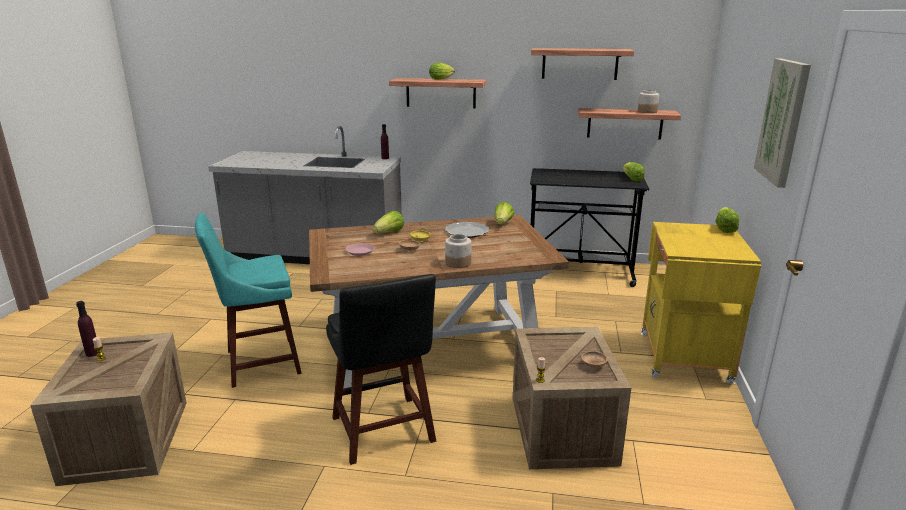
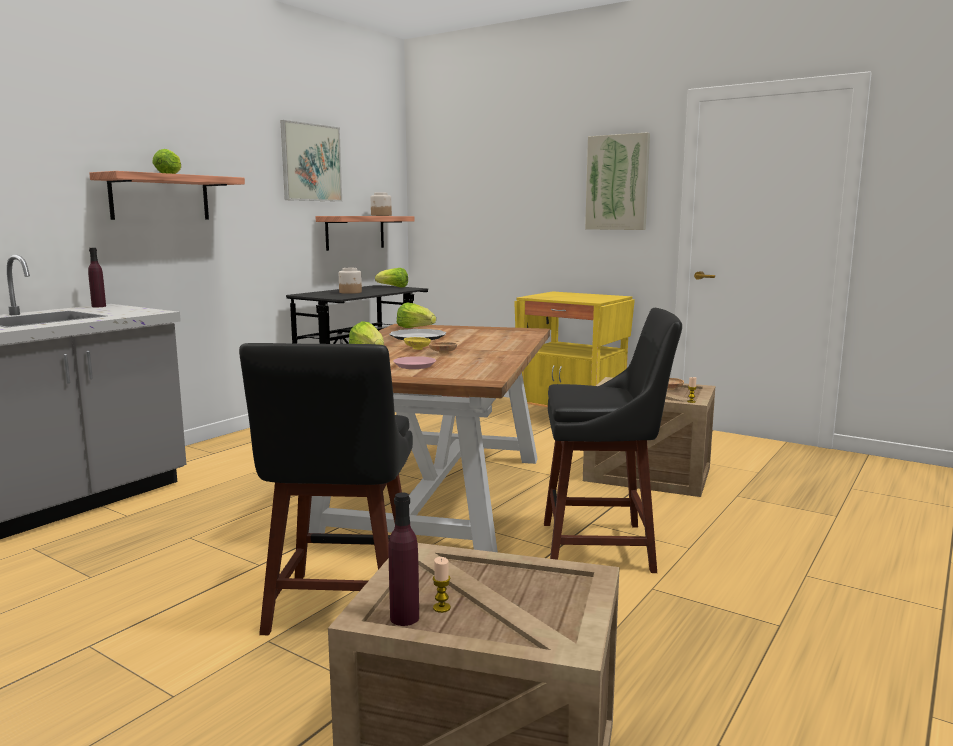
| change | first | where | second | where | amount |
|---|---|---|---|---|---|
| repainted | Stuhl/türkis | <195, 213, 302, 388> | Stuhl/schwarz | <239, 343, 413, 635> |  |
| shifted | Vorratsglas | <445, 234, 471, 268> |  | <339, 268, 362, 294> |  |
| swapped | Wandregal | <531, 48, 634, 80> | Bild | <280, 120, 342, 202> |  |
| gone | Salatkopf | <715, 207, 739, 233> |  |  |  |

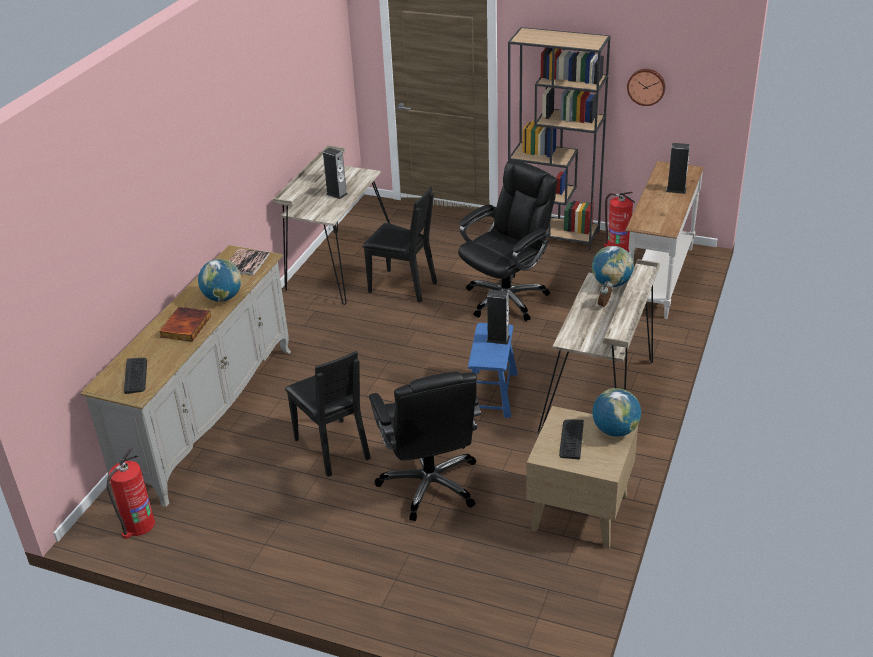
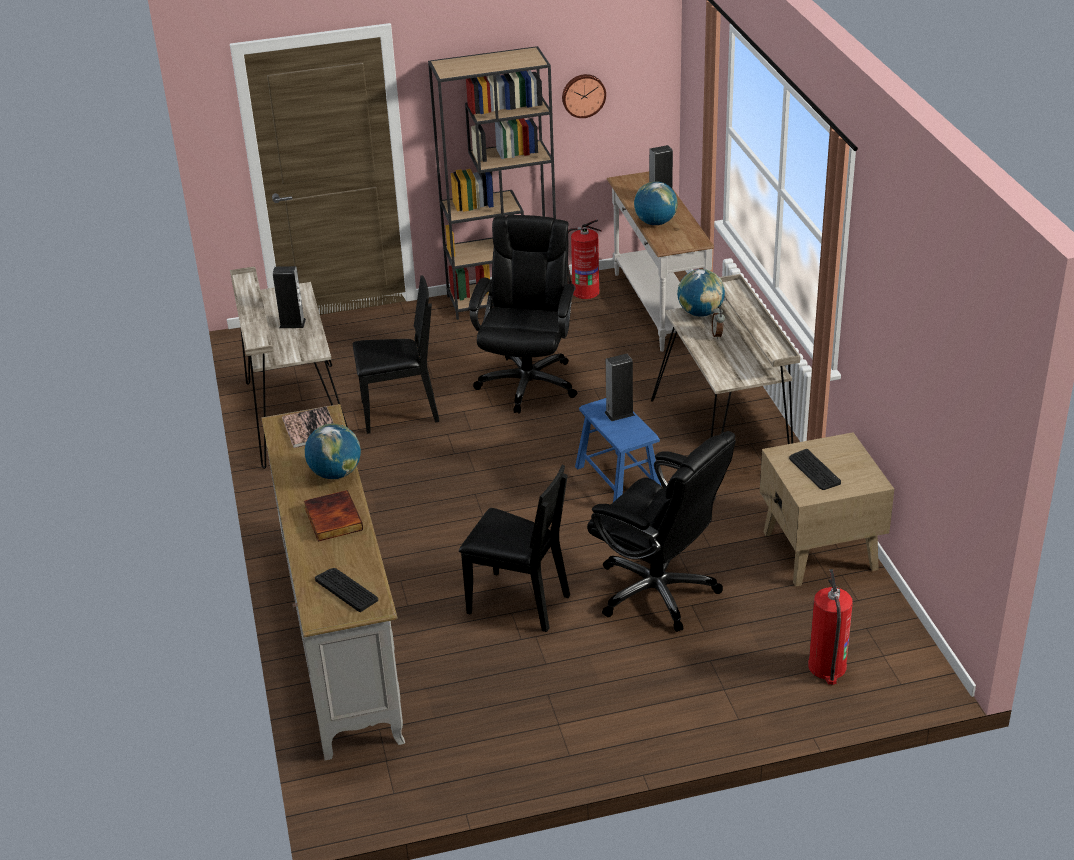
| change | first | where | second | where | amount |
|---|---|---|---|---|---|
| shifted | Feuerlöscher | <106, 447, 155, 539> |  | <808, 569, 853, 685> |  |
| shifted | Globus | <592, 388, 641, 437> |  | <634, 182, 678, 225> |  |

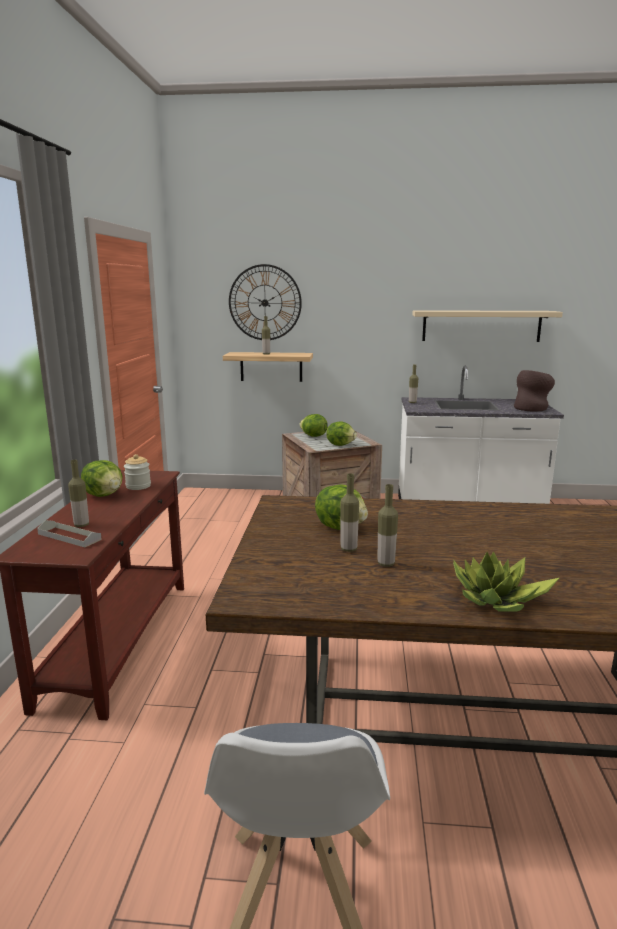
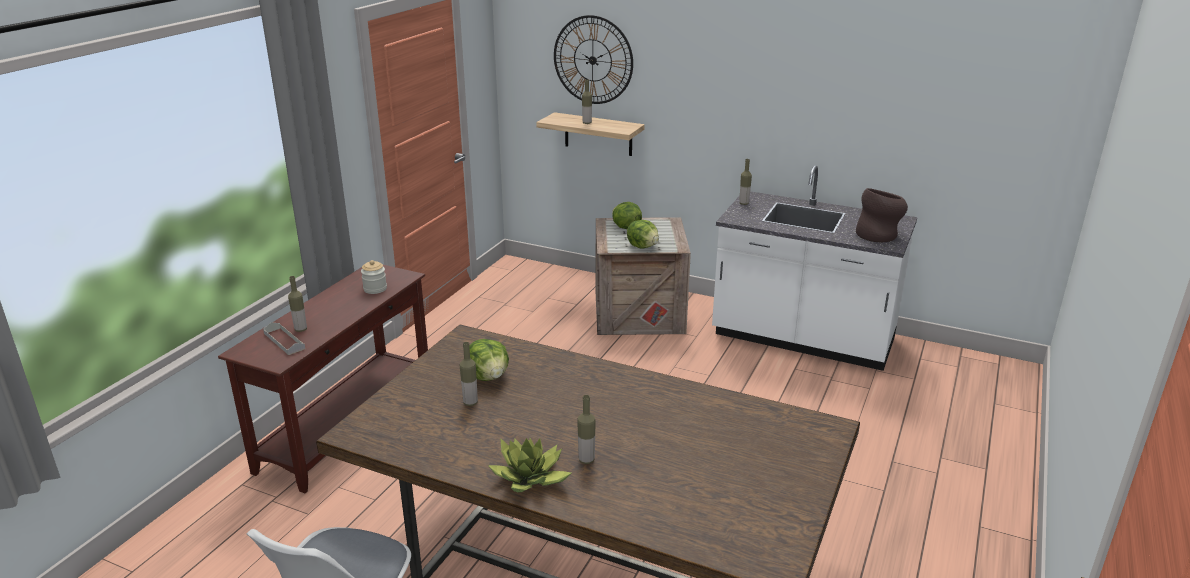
| change | first | where | second | where | amount |
|---|---|---|---|---|---|
| gone | Salatkopf | <81, 460, 123, 497> |  |  |  |
| shifted | Flasche | <377, 484, 398, 567> |  | <577, 395, 596, 464> |  |
| gone | Wandregal/beige | <412, 310, 563, 342> |  |  |  |

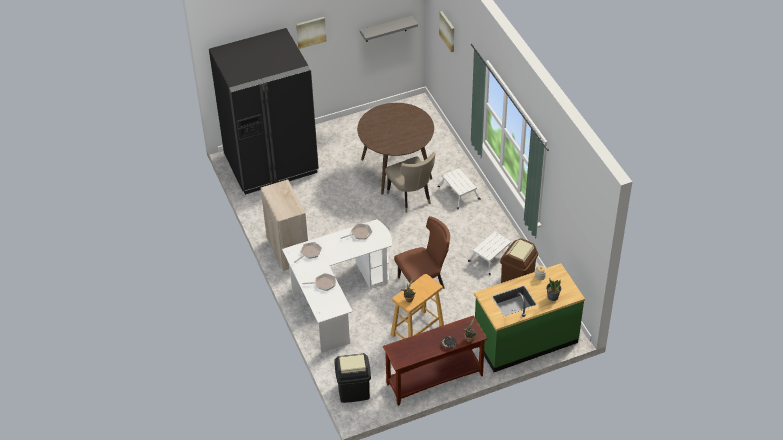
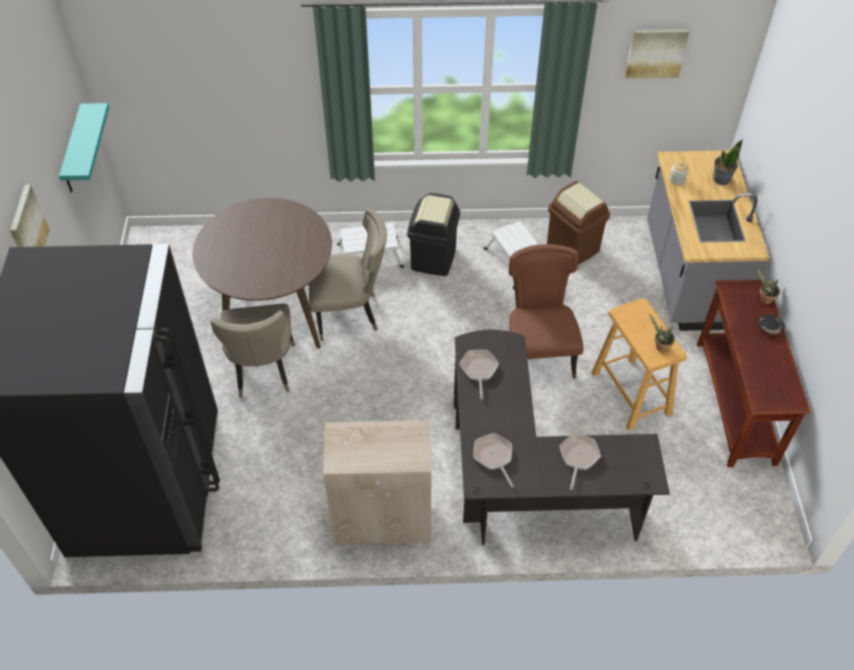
| change | first | where | second | where | amount |
|---|---|---|---|---|---|
| repainted | Schreibtisch/weiß | <282, 219, 392, 353> | Schreibtisch/schwarz | <454, 330, 670, 545> |  |
| shifted | Mülleimer/schwarz | <334, 353, 371, 403> |  | <407, 193, 460, 276> |  |
| repainted | Wandregal/grau | <360, 16, 418, 42> | Wandregal/türkis | <59, 103, 109, 192> |  |
| shifted | Bild | <439, 11, 454, 52> |  | <625, 29, 689, 79> |  |
| repainted | Küchenzeile/grün | <474, 263, 585, 372> | Küchenzeile/grau | <647, 150, 769, 331> |  |
| new |  |  | Stuhl/beige | <210, 304, 295, 398> |  |

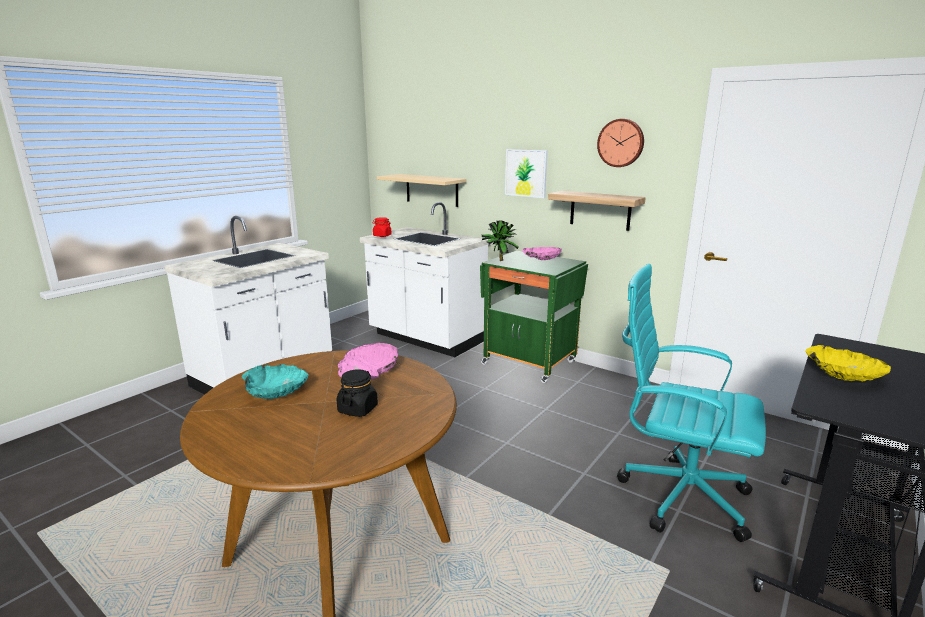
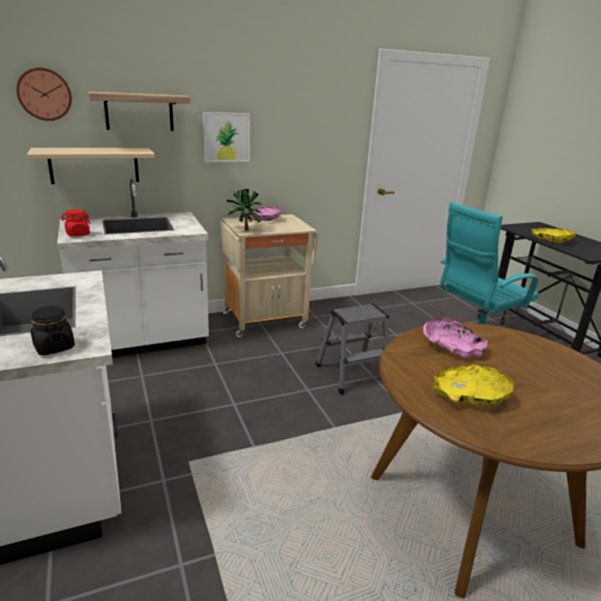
| change | first | where | second | where | amount |
|---|---|---|---|---|---|
| repainted | Schüssel/türkis | <242, 364, 309, 399> | Schüssel/gelb | <432, 364, 514, 406> |  |
| shifted | Vorratsglas/schwarz | <337, 369, 378, 417> |  | <31, 306, 75, 355> |  |
| repainted | Rollwagen/grün | <480, 251, 588, 383> | Rollwagen/beige | <220, 214, 319, 337> |  |
| shifted | Wandregal | <548, 191, 646, 231> |  | <88, 92, 190, 131> |  |
| shifted | Wanduhr | <597, 119, 644, 167> |  | <16, 68, 72, 121> |  |
| new |  |  | Trittleiter/grau | <315, 304, 389, 395> |  |

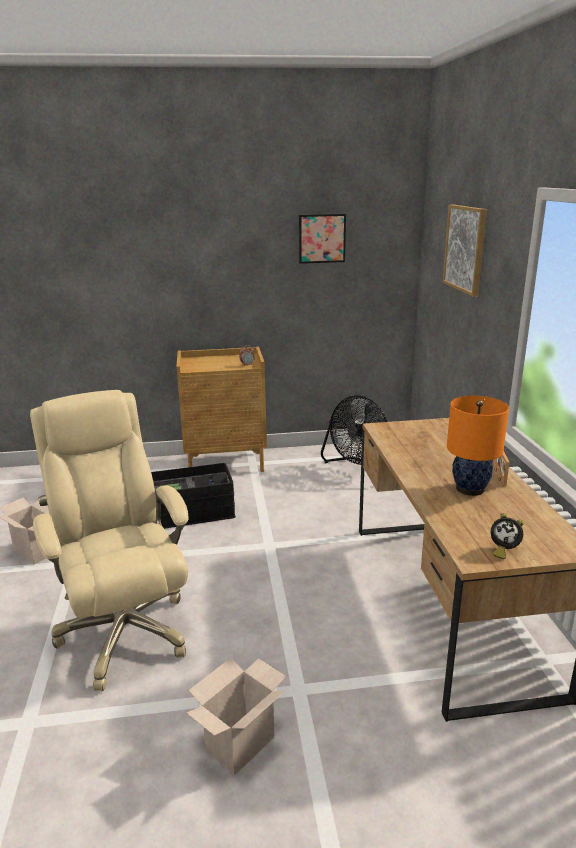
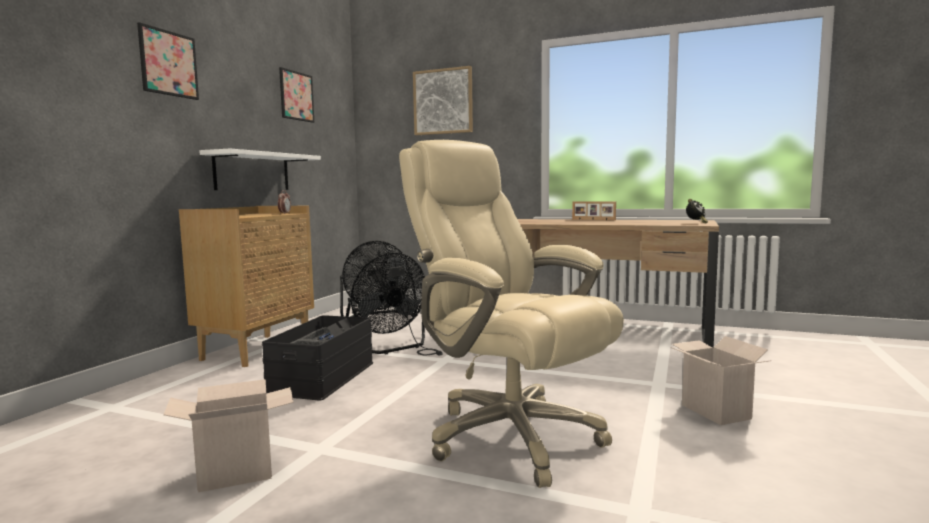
| change | first | where | second | where | amount |
|---|---|---|---|---|---|
| rotated | Bürostuhl/beige | <30, 390, 189, 691> |  | <399, 140, 624, 488> | 45 degrees clockwise |
| gone | Tischlampe/orange | <447, 396, 509, 496> |  |  |  |
| new |  |  | Bild | <137, 22, 199, 100> |  |
| new |  |  | Wandregal/weiß | <199, 149, 321, 190> |  |
| new |  |  | Ventilator/schwarz | <346, 253, 443, 356> |  |

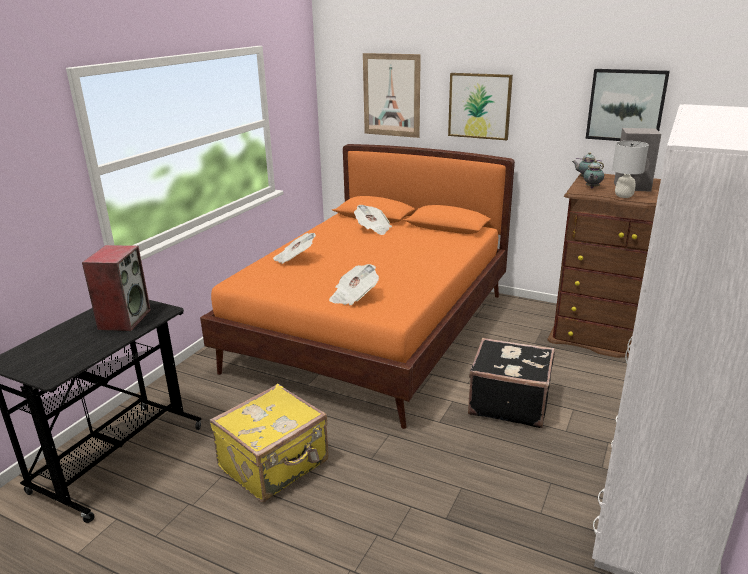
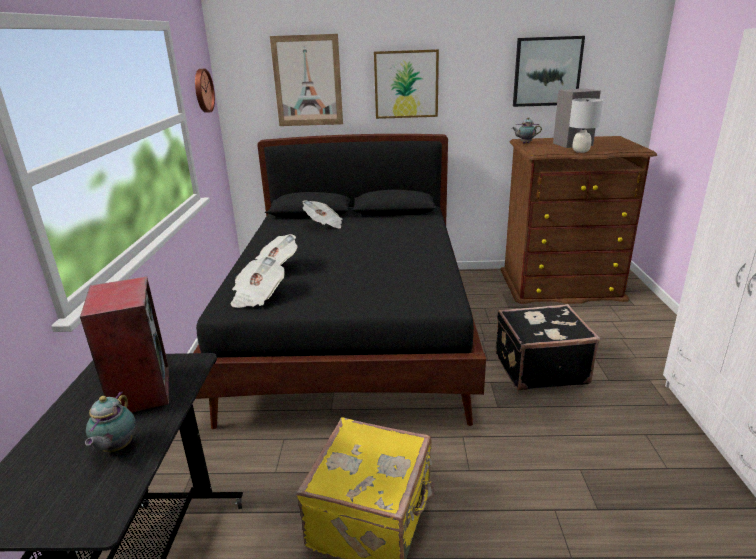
| change | first | where | second | where | amount |
|---|---|---|---|---|---|
| repainted | Bett/orange | <200, 144, 515, 429> | Bett/schwarz | <193, 134, 486, 429> |  |
| shifted | Zeitung | <329, 264, 379, 305> |  | <231, 256, 285, 308> |  |
| shifted | Teekanne | <583, 160, 604, 188> |  | <85, 392, 136, 452> |  |
| new |  |  | Wanduhr | <195, 69, 215, 113> |  |

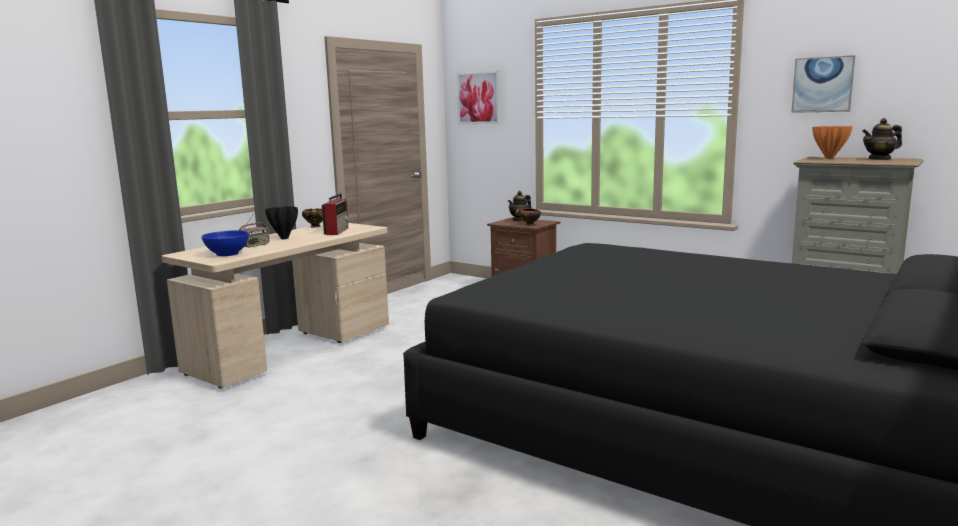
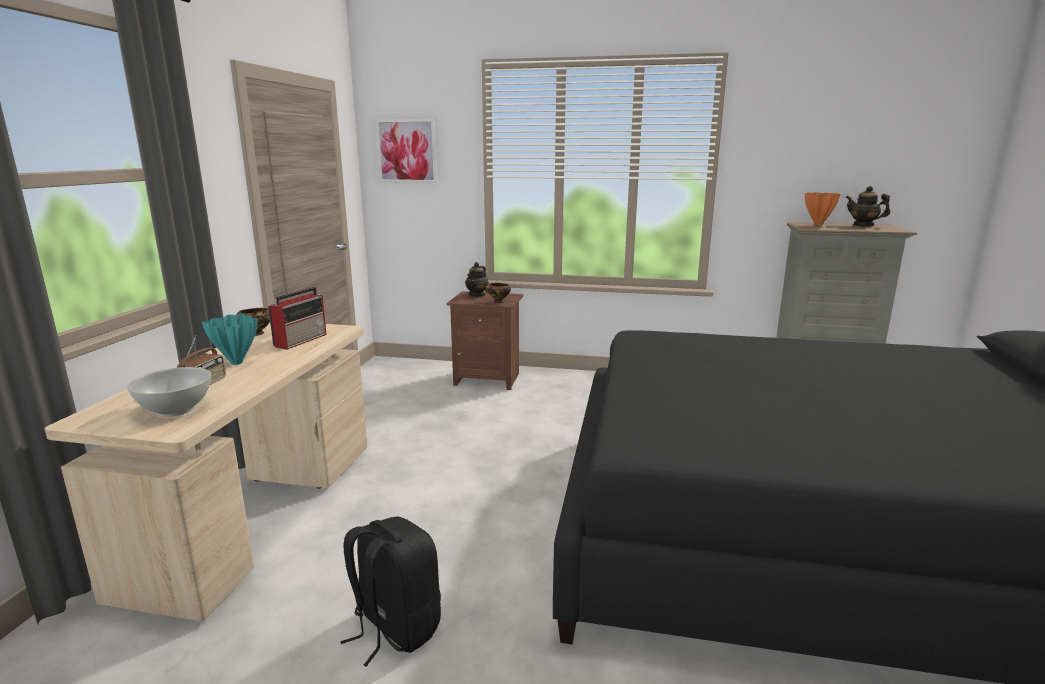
| change | first | where | second | where | amount |
|---|---|---|---|---|---|
| repainted | Schüssel/blau | <201, 230, 249, 256> | Schüssel/weiß | <127, 367, 212, 417> |  |
| repainted | Vase/schwarz | <265, 206, 298, 239> | Vase/türkis | <202, 313, 257, 365> |  |
| rotated | Radio | <322, 193, 348, 235> |  | <268, 287, 327, 350> | 45 degrees clockwise |
| gone | Bild | <791, 55, 855, 113> |  |  |  |
| rotated | Teekanne | <862, 118, 902, 160> |  | <846, 186, 890, 227> | 75 degrees clockwise |
| new |  |  | Rucksack/schwarz | <340, 517, 441, 667> |  |

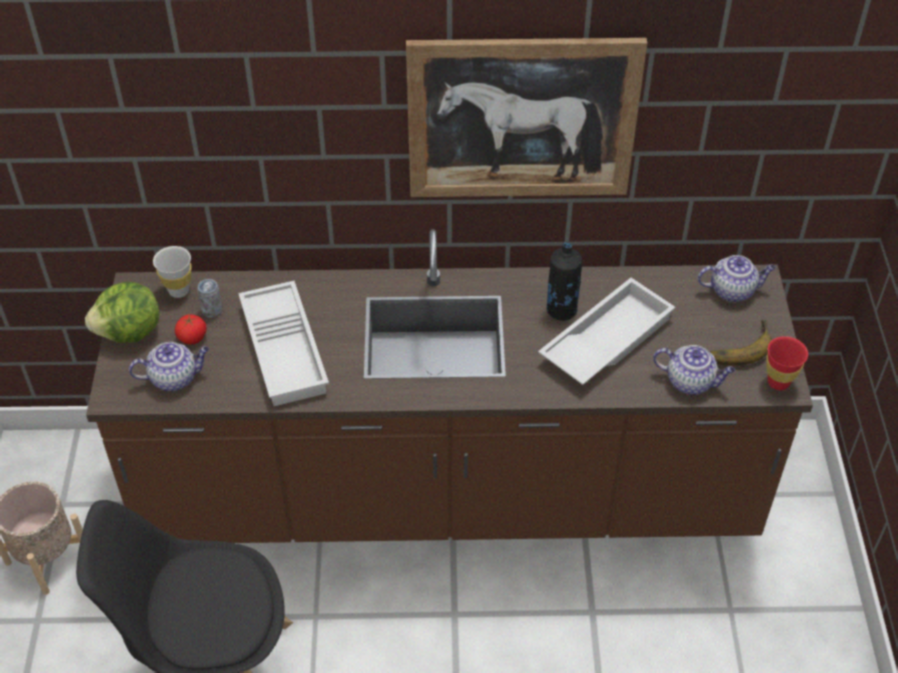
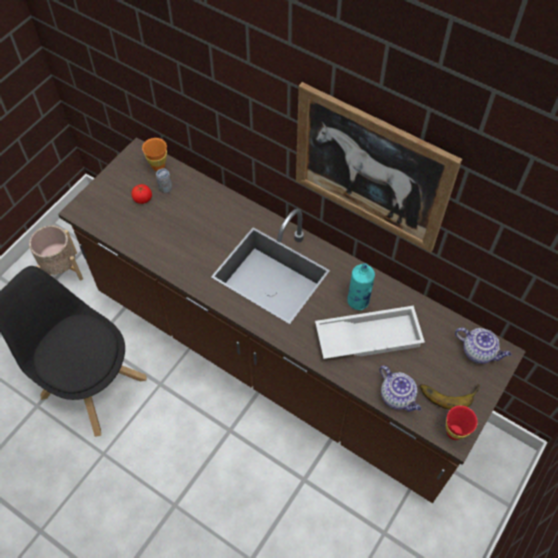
| change | first | where | second | where | amount |
|---|---|---|---|---|---|
| gone | Salatkopf | <85, 282, 159, 343> |  |  |  |
| gone | Teekanne | <129, 342, 209, 391> |  |  |  |
| repainted | Tasse/weiß | <153, 246, 192, 298> | Tasse/orange | <142, 138, 167, 171> |  |
| gone | Tablett/weiß | <238, 281, 329, 406> |  |  |  |
| repainted | Flasche/schwarz | <547, 241, 582, 320> | Flasche/türkis | <347, 263, 375, 310> |  |

